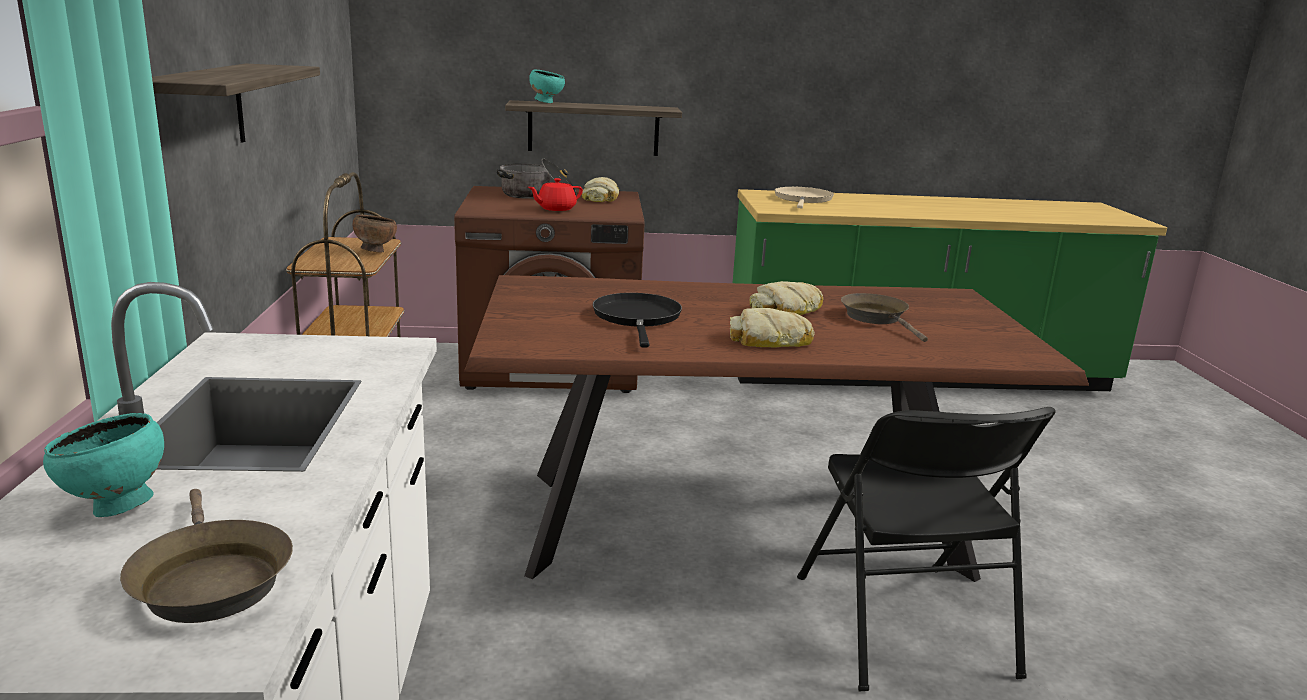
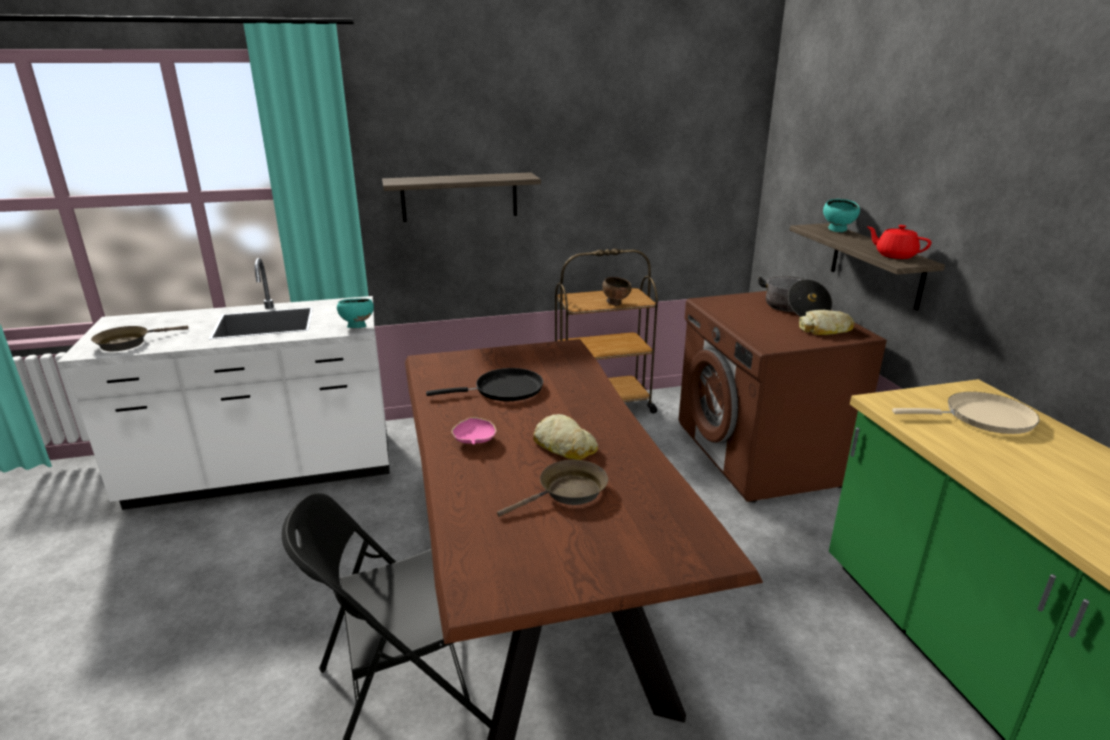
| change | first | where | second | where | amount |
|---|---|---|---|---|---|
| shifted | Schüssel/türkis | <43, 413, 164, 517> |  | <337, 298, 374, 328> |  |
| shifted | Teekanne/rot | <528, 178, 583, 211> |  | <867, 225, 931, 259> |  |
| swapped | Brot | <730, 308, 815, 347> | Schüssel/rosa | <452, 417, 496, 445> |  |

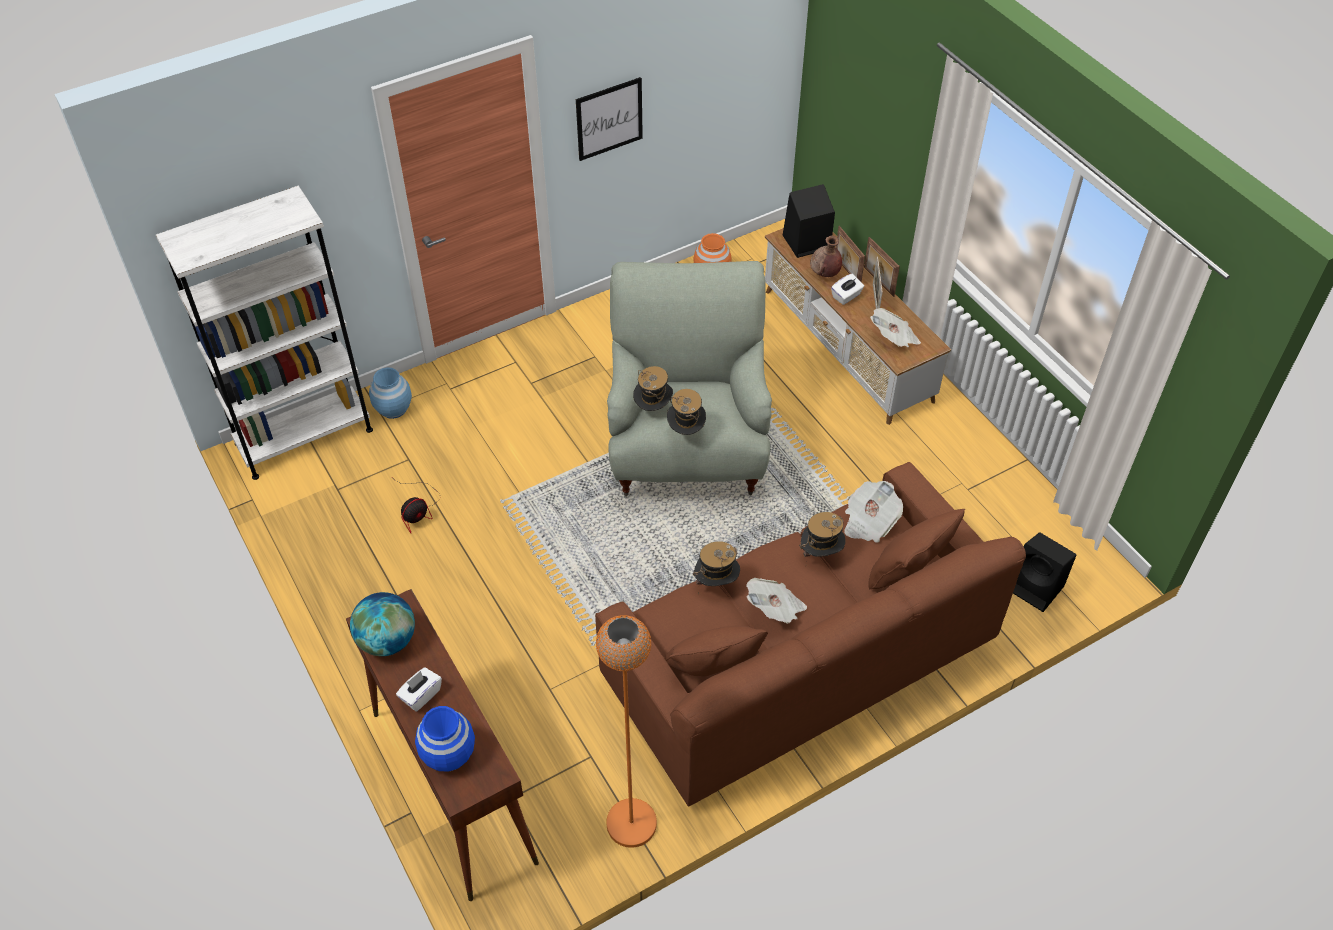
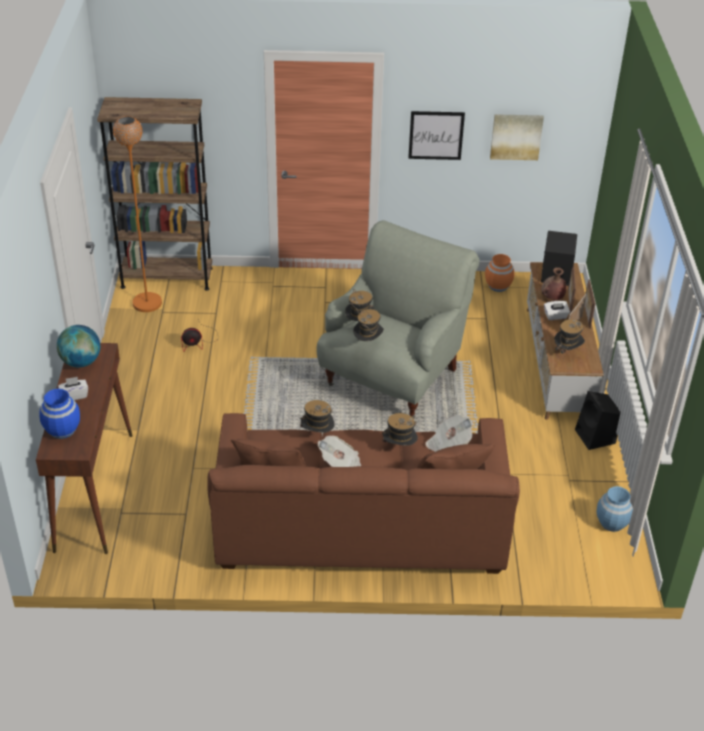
| change | first | where | second | where | amount |
|---|---|---|---|---|---|
| repainted | Bücherregal/weiß | <156, 185, 373, 480> | Bücherregal/braun | <97, 97, 213, 291> |  |
| shifted | Vase/blau | <369, 367, 412, 419> |  | <597, 486, 633, 532> |  |
| shifted | Stehlampe/orange | <596, 615, 657, 848> |  | <113, 116, 162, 312> |  |
| swapped | Zeitung | <870, 308, 921, 347> | Hut | <554, 319, 585, 360> |  |
| shifted | Lautsprecher/schwarz | <1013, 532, 1076, 612> |  | <575, 391, 621, 450> |  |
| new |  |  | Bild | <490, 114, 544, 160> |  |

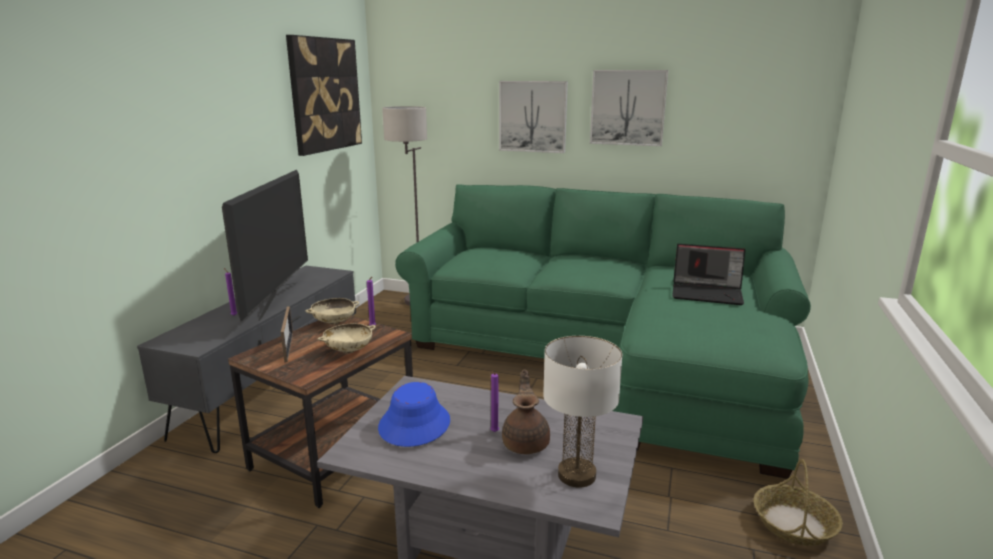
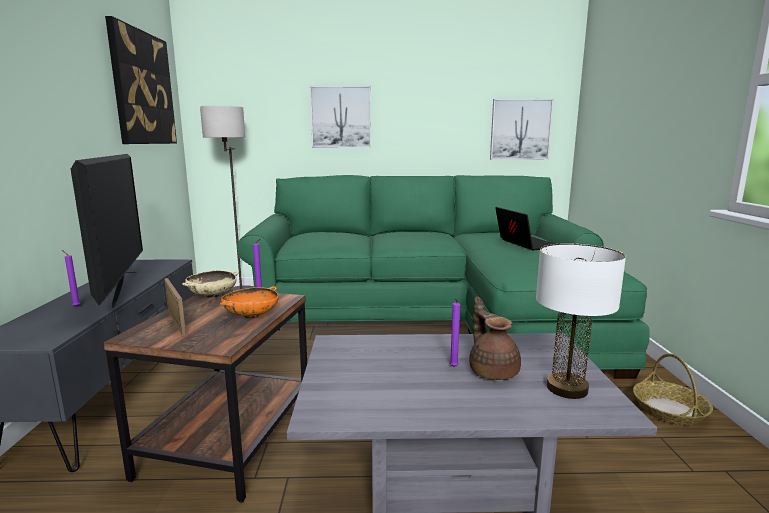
| change | first | where | second | where | amount |
|---|---|---|---|---|---|
| repainted | Schüssel/beige | <318, 324, 376, 353> | Schüssel/orange | <220, 286, 279, 319> |  |
| gone | Hut/blau | <378, 382, 450, 447> |  |  |  |
| shifted | Bild | <590, 70, 668, 146> |  | <490, 99, 554, 160> |  |
| rotated | Laptop | <672, 244, 746, 305> |  | <495, 207, 554, 250> | 105 degrees counterclockwise |

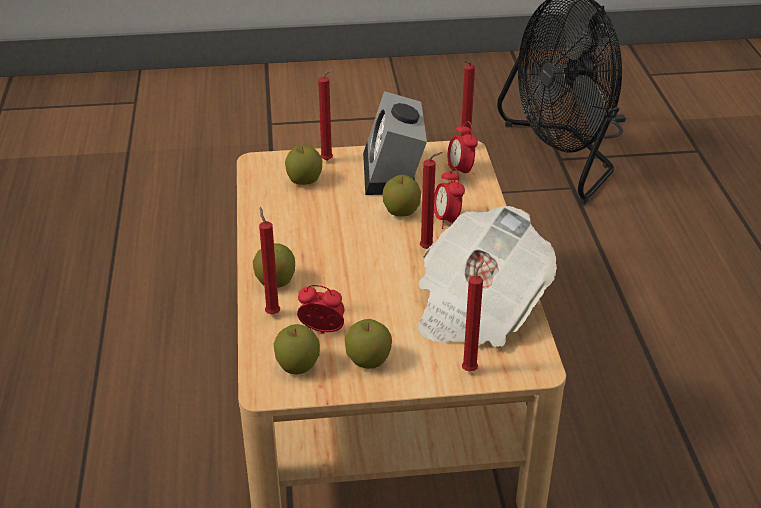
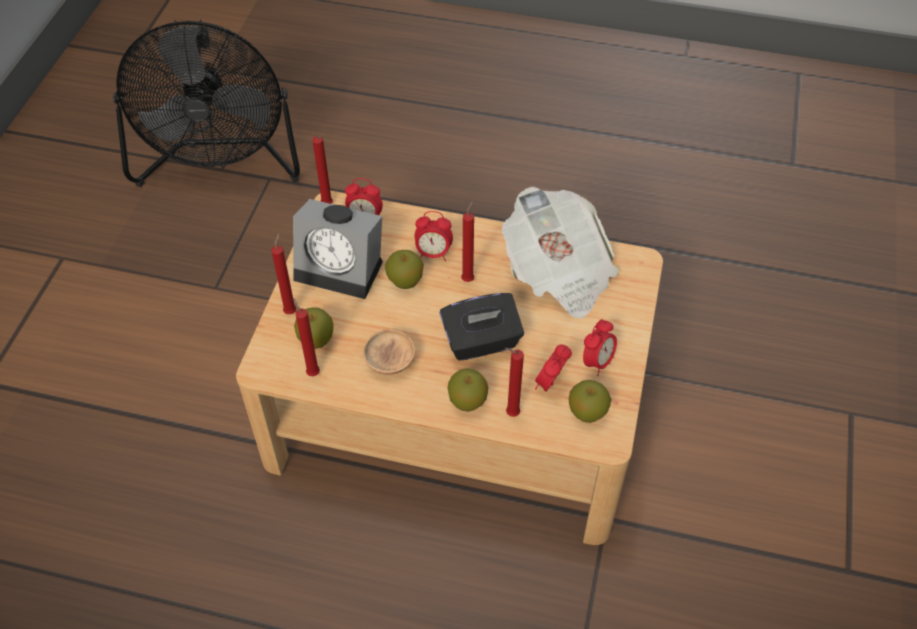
| change | first | where | second | where | amount |
|---|---|---|---|---|---|
| swapped | Apfel | <345, 319, 392, 369> | Wecker | <583, 319, 617, 376> |  |
| shifted | Kerze/rot | <462, 261, 484, 372> |  | <293, 298, 320, 376> |  |
| new |  |  | Schüssel/braun | <363, 329, 415, 375> |  |
| new |  |  | Taschentuchbox/schwarz | <439, 293, 524, 361> |  |

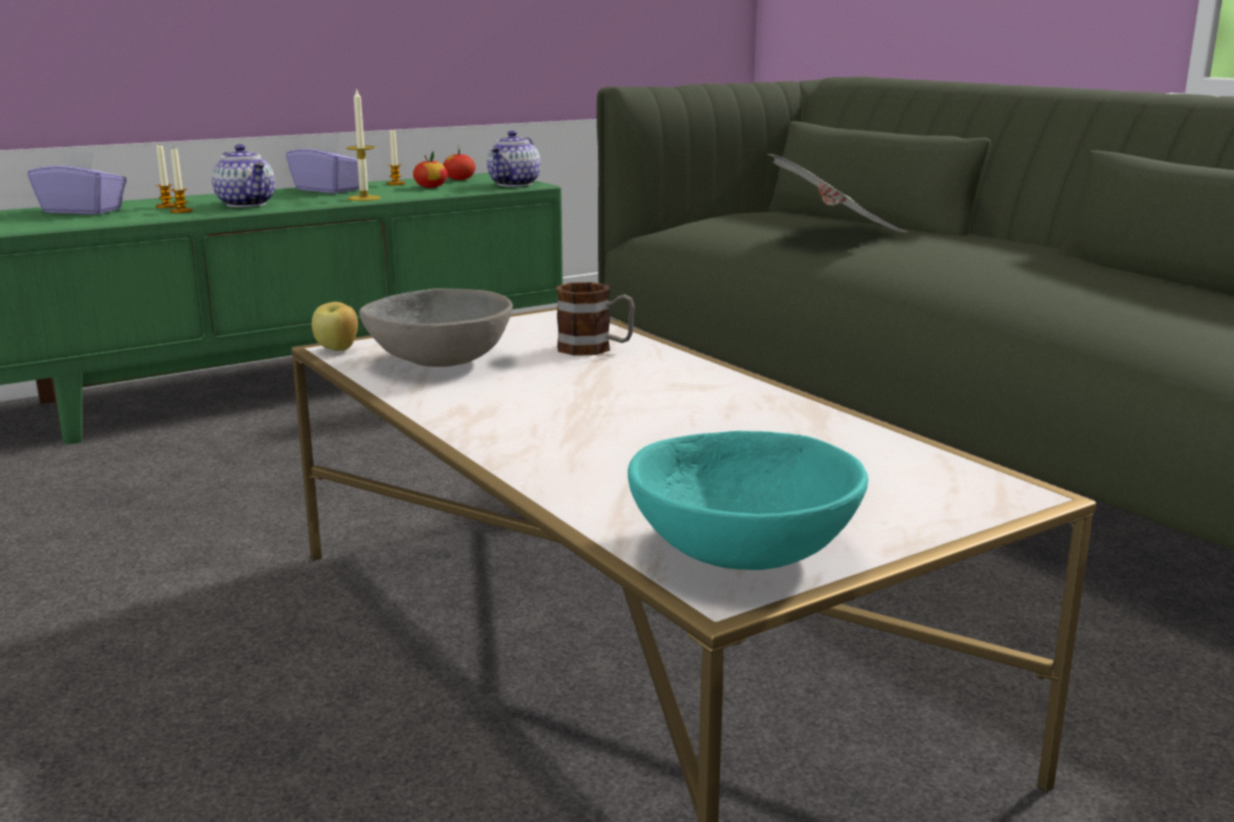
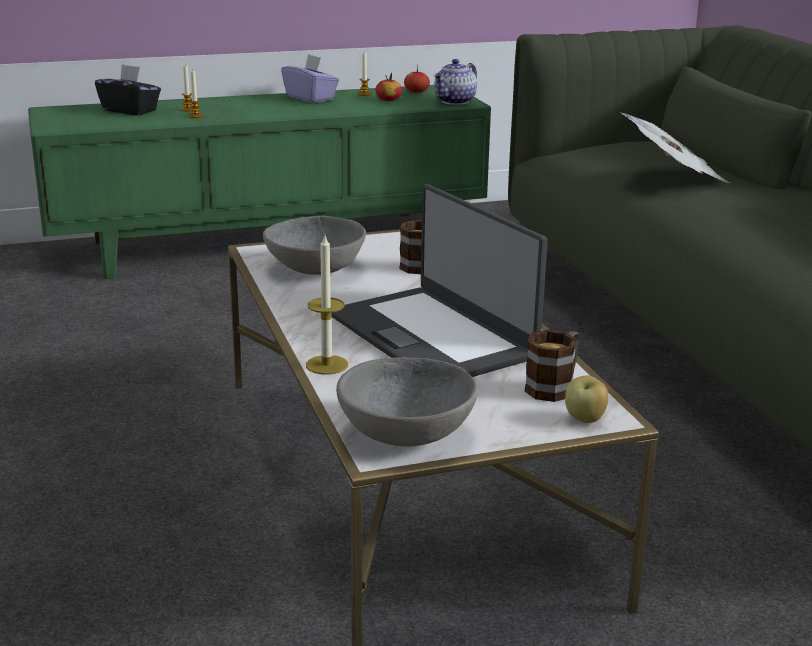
| change | first | where | second | where | amount |
|---|---|---|---|---|---|
| repainted | Taschentuchbox/lila | <28, 148, 127, 215> | Taschentuchbox/schwarz | <95, 64, 161, 115> |  |
| gone | Teekanne | <212, 144, 275, 207> |  |  |  |
| shifted | Apfel | <312, 302, 358, 351> |  | <565, 375, 608, 423> |  |
| shifted | Kerze | <346, 90, 381, 201> |  | <306, 236, 348, 375> |  |
| repainted | Schüssel/türkis | <628, 431, 868, 570> | Schüssel/grau | <336, 357, 478, 446> |  |
| new |  |  | Laptop | <332, 184, 548, 377> |  |
| new |  |  | Henkelbecher | <525, 330, 579, 402> |  |

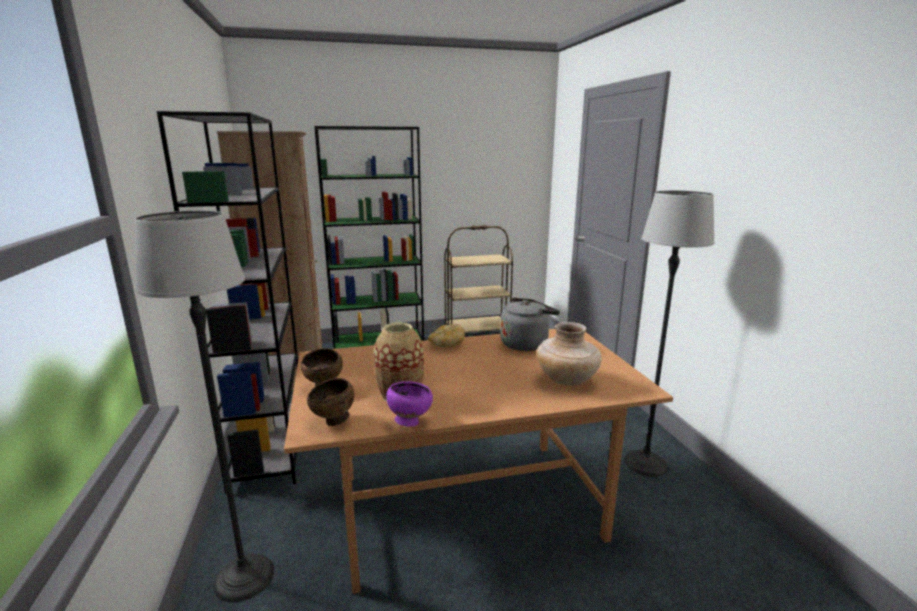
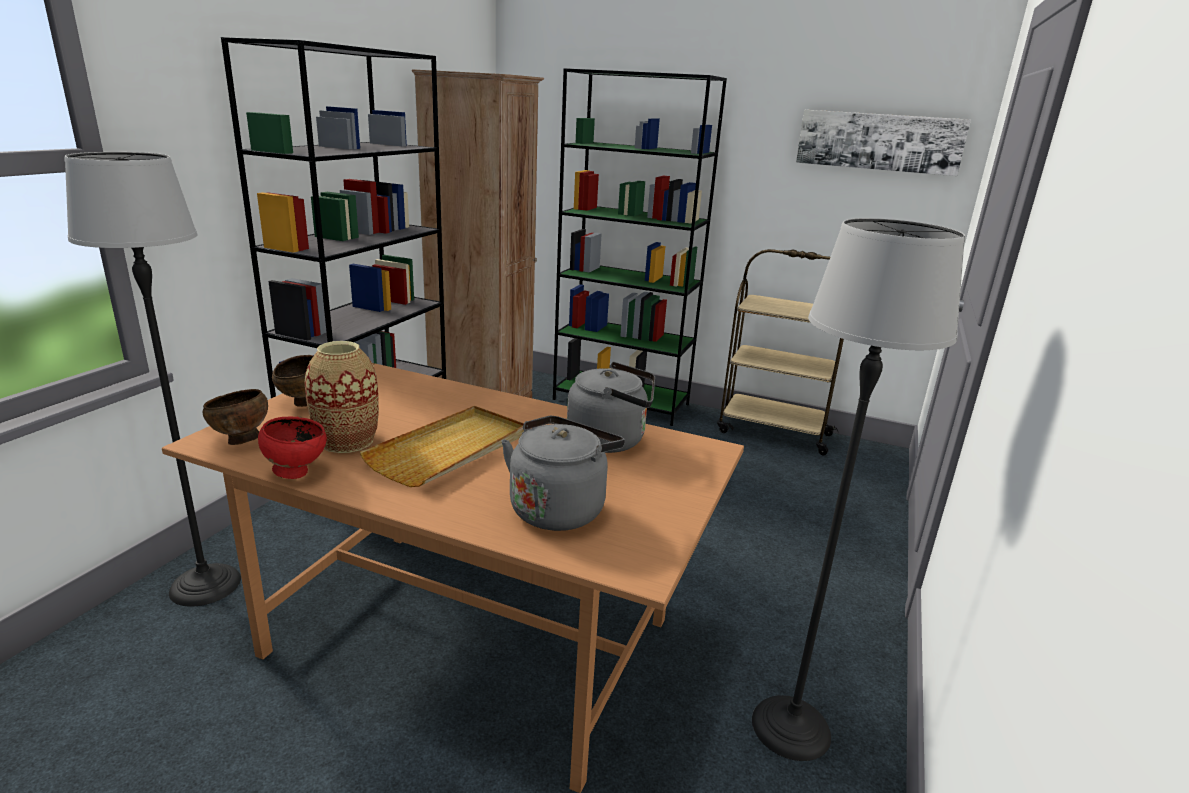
| change | first | where | second | where | amount |
|---|---|---|---|---|---|
| repainted | Schüssel/lila | <386, 381, 433, 427> | Schüssel/rot | <258, 416, 327, 479> |  |
| gone | Brot | <428, 324, 465, 347> |  |  |  |
| swapped | Vase/beige | <536, 322, 602, 386> | Wasserkessel/grau | <501, 416, 625, 531> |  |
| new |  |  | Tablett/beige | <360, 406, 524, 487> |  |
| new |  |  | Bild | <796, 110, 971, 176> |  |

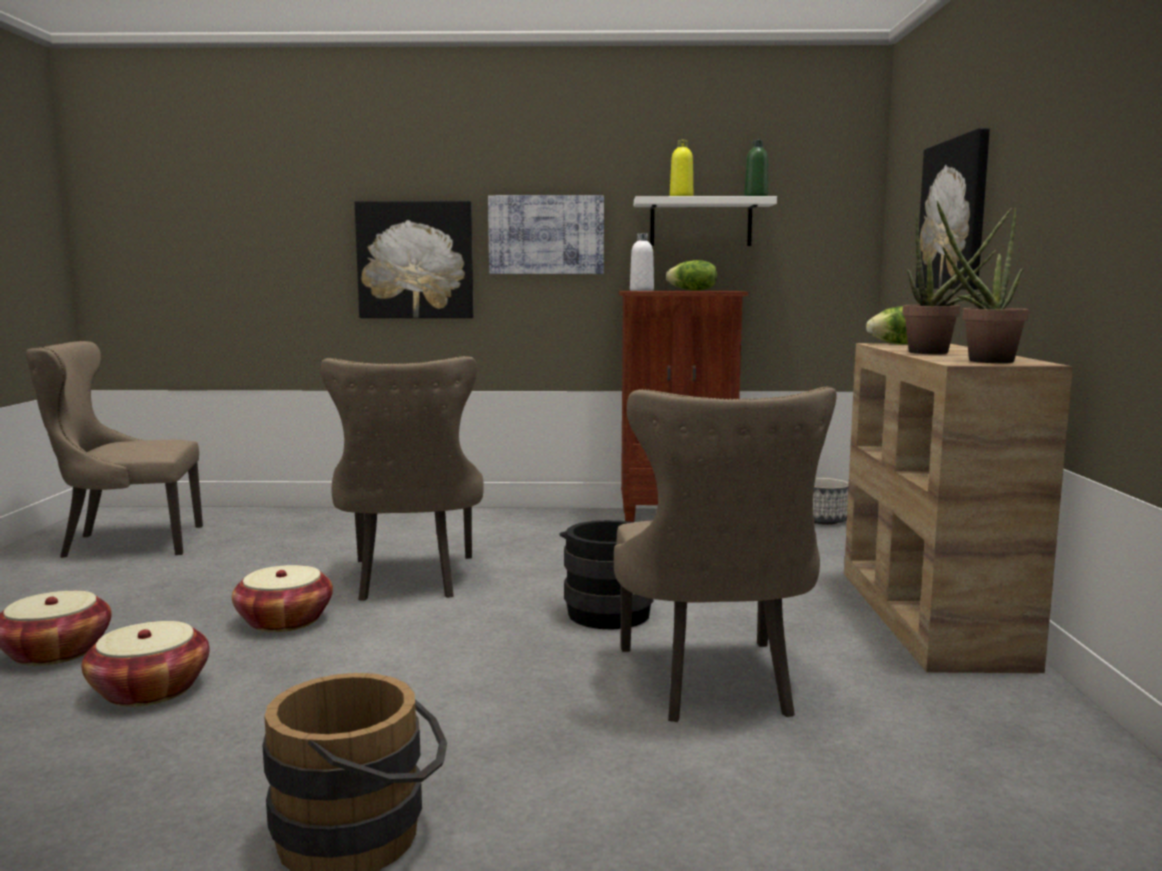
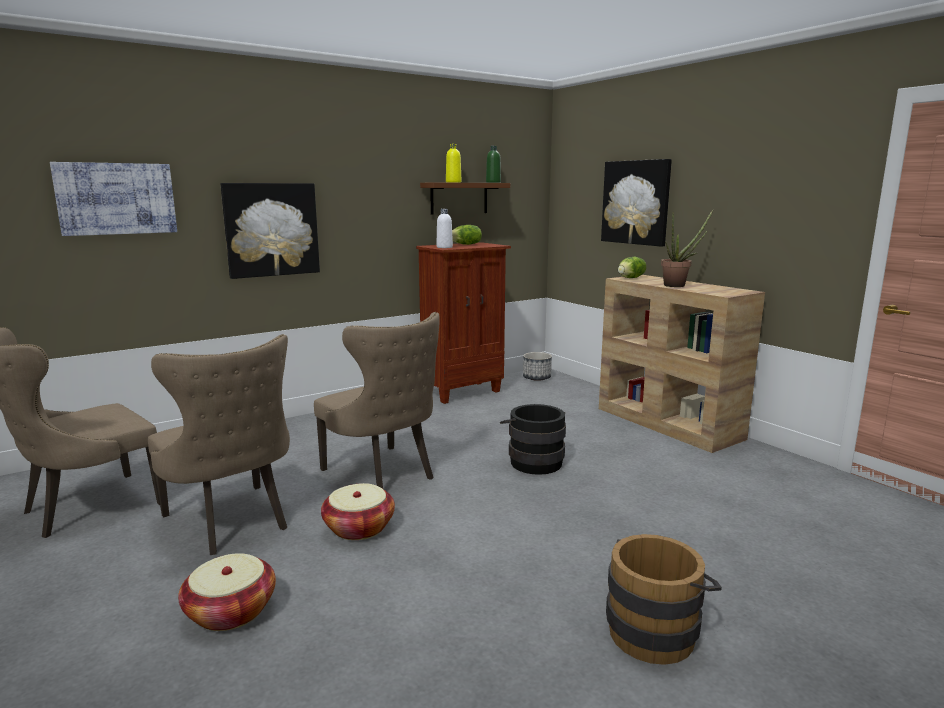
| change | first | where | second | where | amount |
|---|---|---|---|---|---|
| gone | Korb | <82, 621, 210, 707> |  |  |  |
| shifted | Bild | <488, 195, 604, 274> |  | <50, 162, 177, 236> |  |
| shifted | Stuhl/beige | <614, 386, 837, 722> |  | <148, 334, 290, 555> |  |
| repainted | Wandregal/weiß | <634, 196, 777, 246> | Wandregal/braun | <420, 182, 510, 215> |  |
| gone | Topfpflanze | <937, 200, 1029, 363> |  |  |  |

